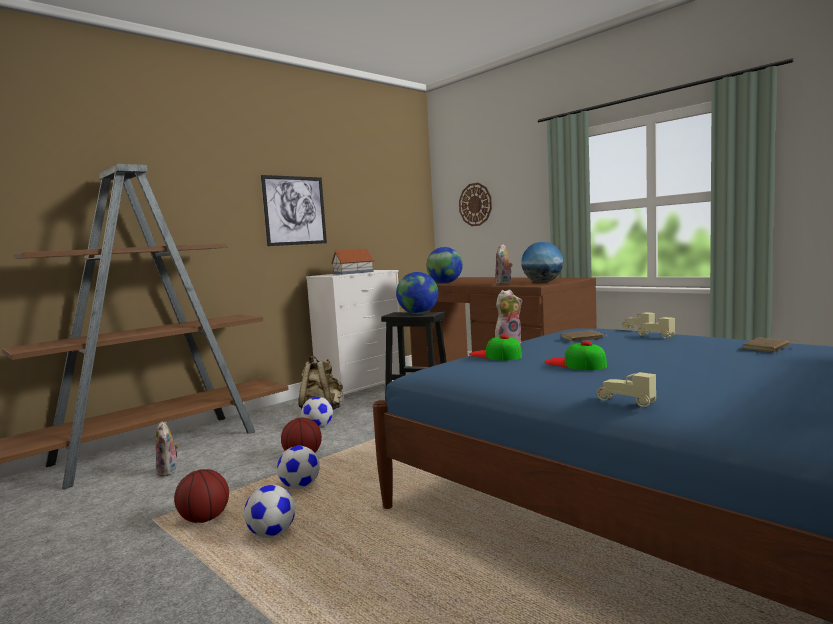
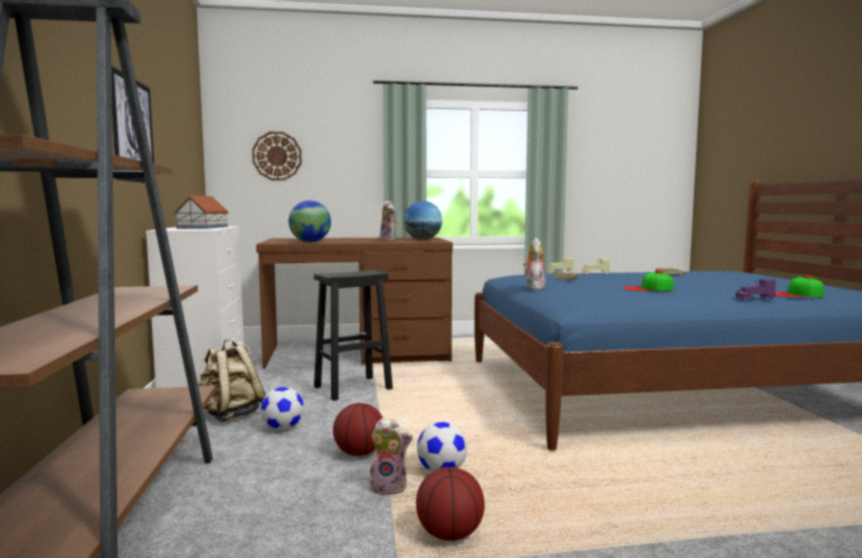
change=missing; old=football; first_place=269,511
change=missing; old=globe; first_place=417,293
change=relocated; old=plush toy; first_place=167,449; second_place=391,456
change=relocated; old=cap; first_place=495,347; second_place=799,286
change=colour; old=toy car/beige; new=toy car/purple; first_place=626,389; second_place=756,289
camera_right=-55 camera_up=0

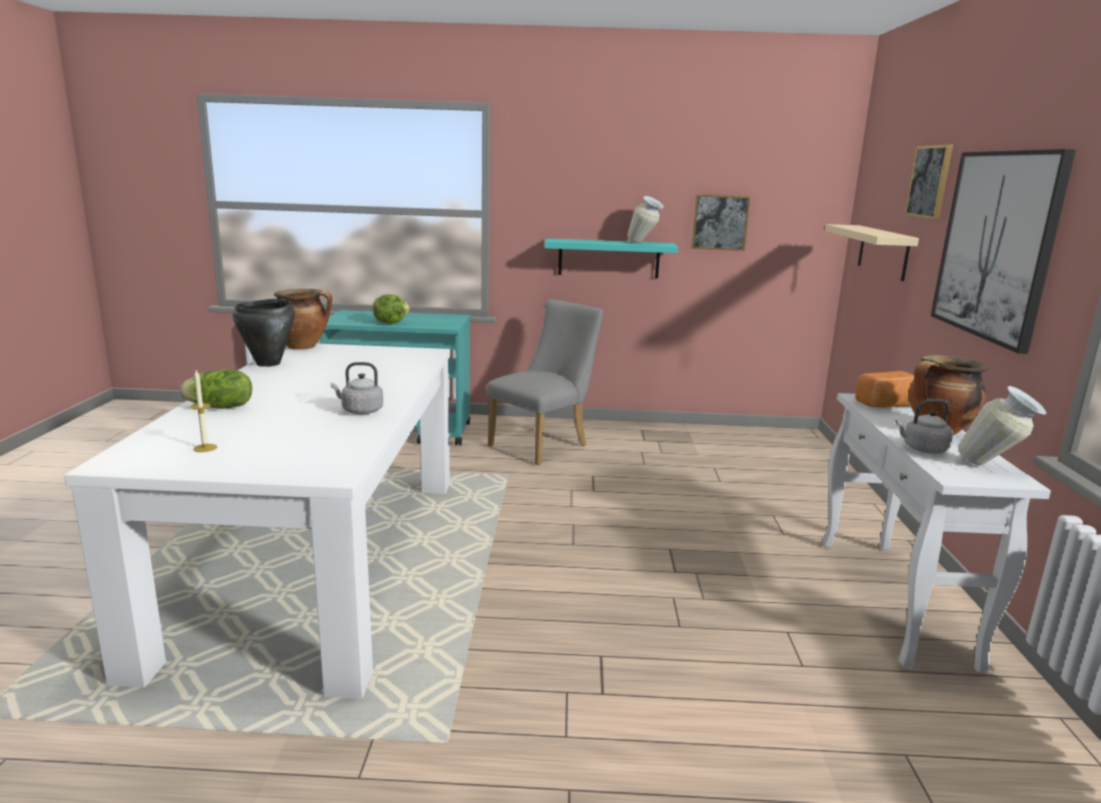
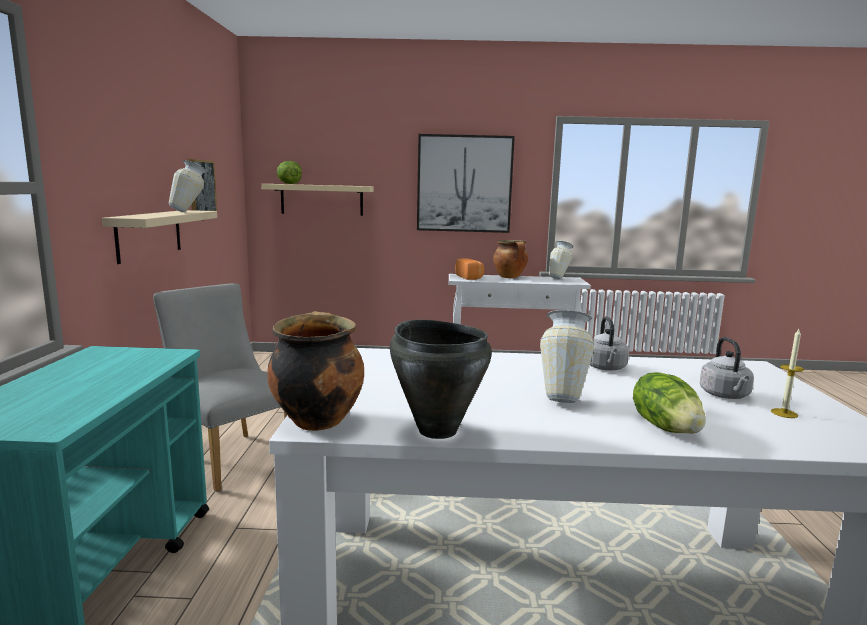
change=missing; old=picture; first_place=928,182
change=appeared; new=vase; second_place=567,356
change=relocated; old=lettuce; first_place=391,309; second_place=289,172
change=relocated; old=kettle/grey; first_place=924,426; second_place=727,368
change=colour; old=shelf/turquoise; new=shelf/beige; first_place=611,258; second_place=159,237
camera_right=-90 camera_up=-5

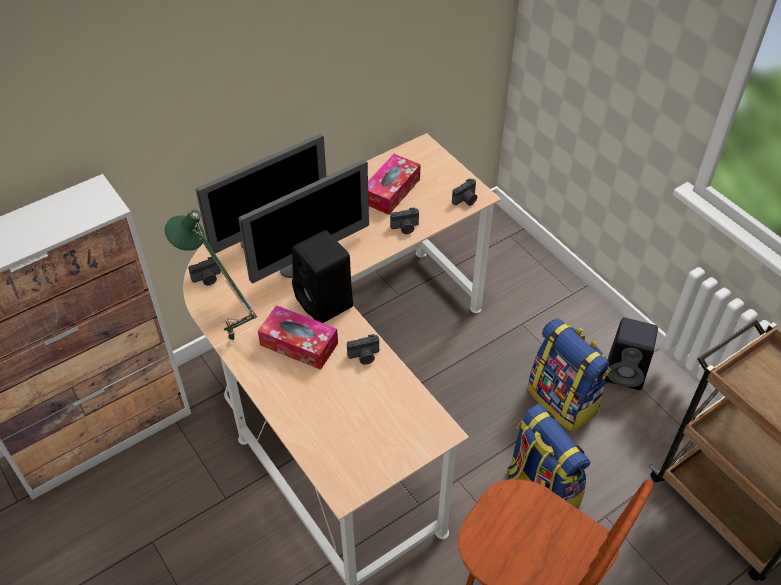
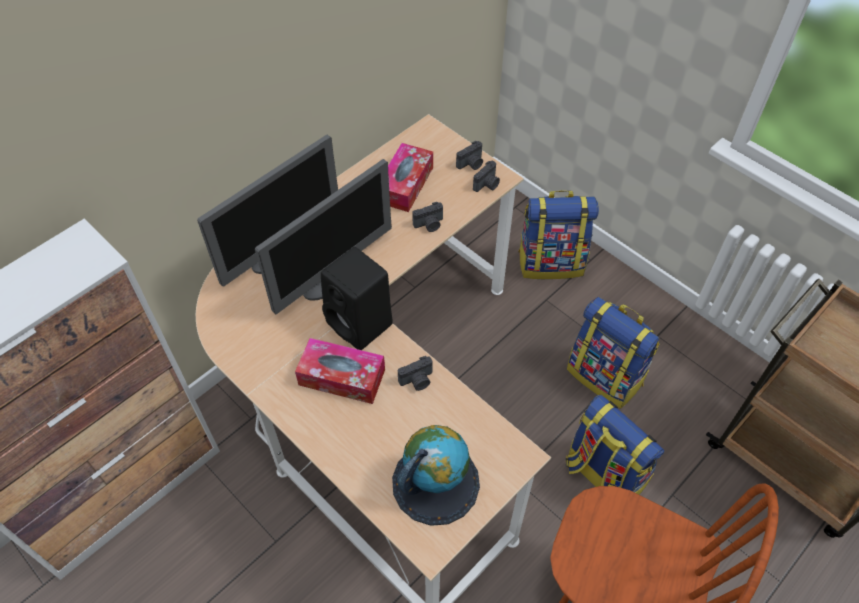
change=missing; old=table lamp/green; first_place=211,275
change=missing; old=speaker/black; first_place=631,353
change=appeared; new=globe; second_place=436,475
change=appeared; new=backpack; second_place=558,234
change=relocated; old=photo camera; first_place=204,271; second_place=469,155
camera_right=-10 camera_up=5

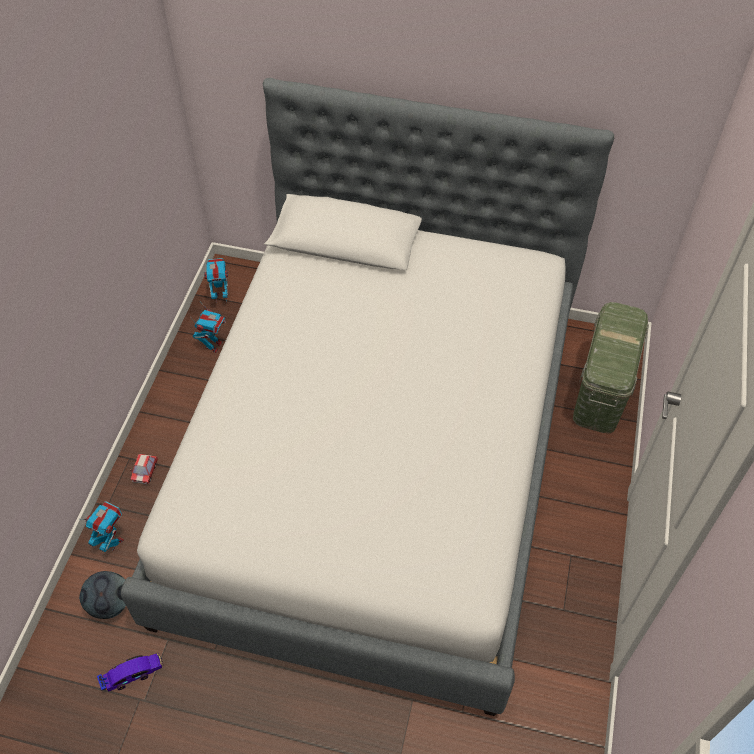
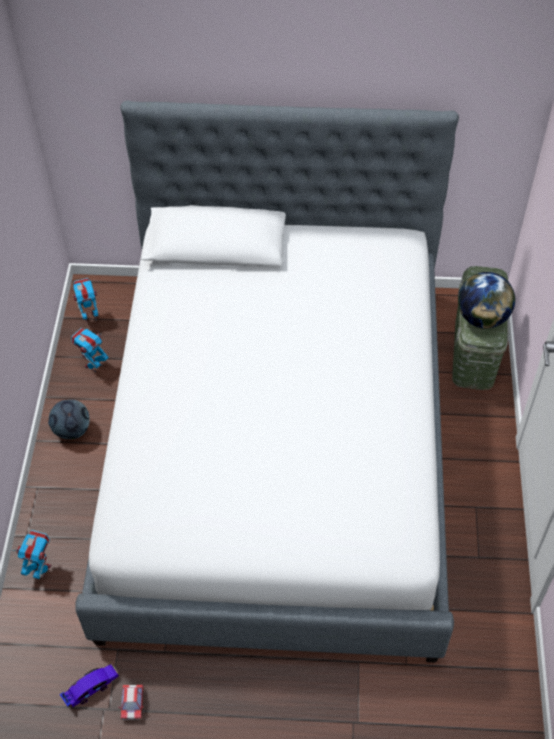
change=appeared; new=globe; second_place=486,300
change=relocated; old=football; first_place=102,595; second_place=69,419
change=relocated; old=toy car; first_place=144,469; second_place=131,702
change=spun; old=toy robot; first_place=208,327; second_place=90,350; degrees=-150
camera_right=-10 camera_up=0

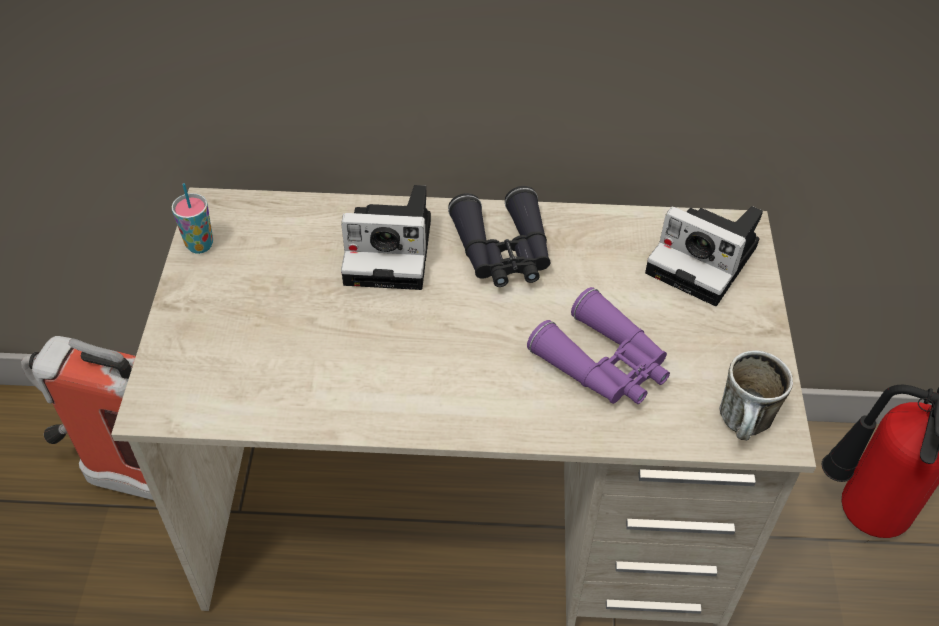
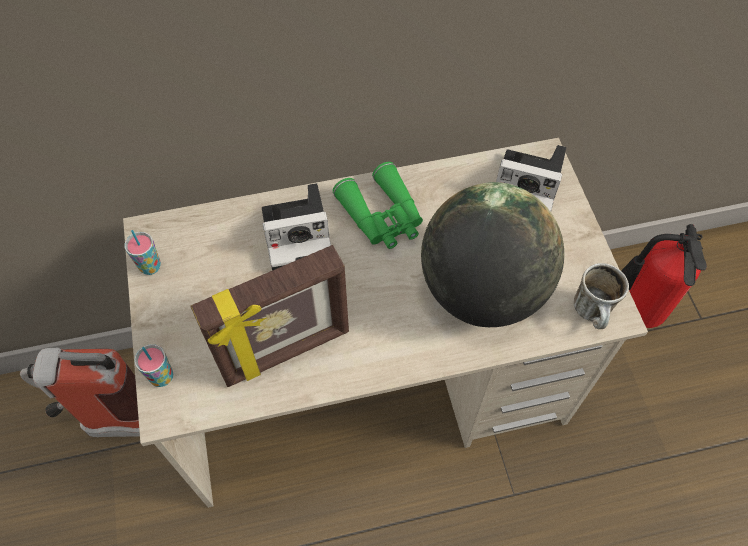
change=appeared; new=cup; second_place=153,365
change=appeared; new=picture frame; second_place=270,316
change=exchanged; old=binoculars/purple; new=globe; first_place=598,345; second_place=492,254
change=colour; old=binoculars/black; new=binoculars/green; first_place=499,236; second_place=378,205
camera_right=-15 camera_up=10

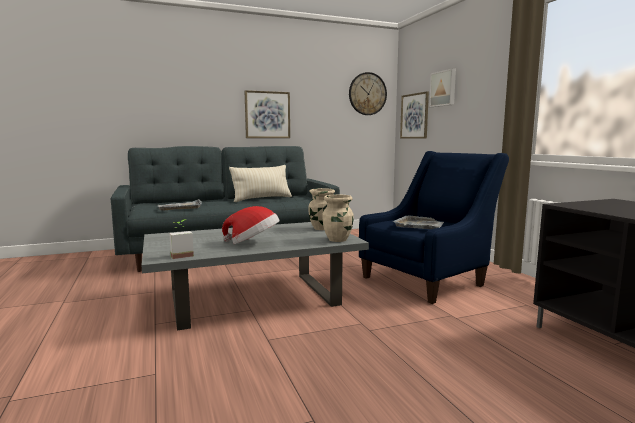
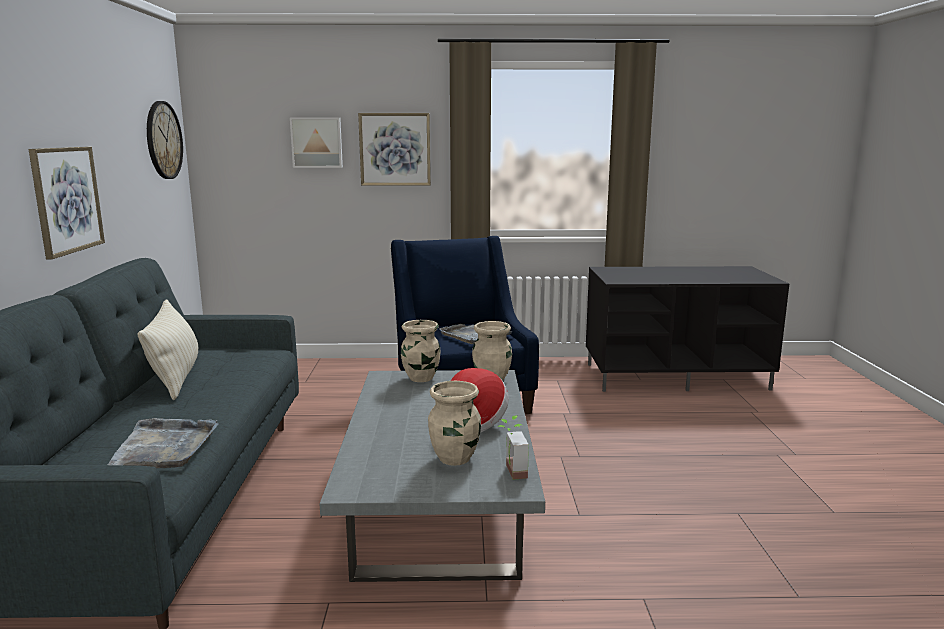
change=appeared; new=vase/beige; second_place=454,423
change=relocated; old=picture; first_place=414,115; second_place=394,149
camera_right=-70 camera_up=5

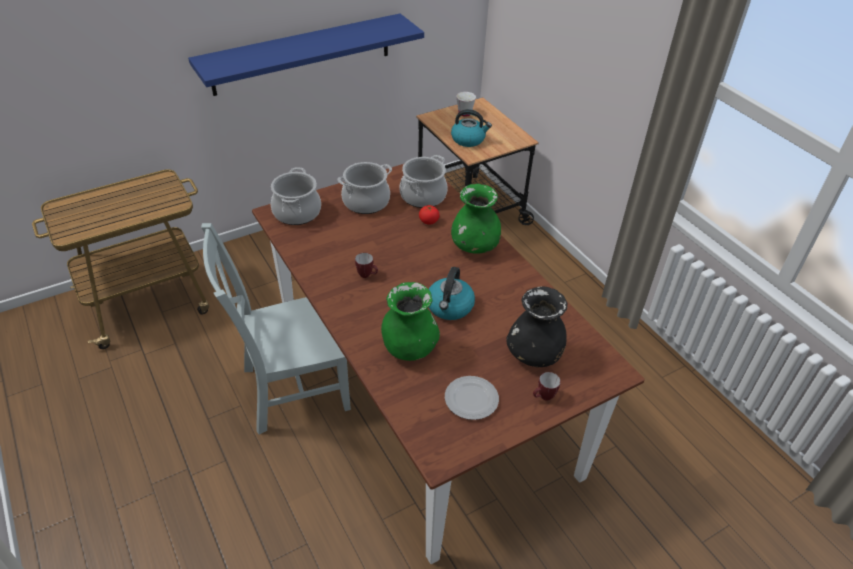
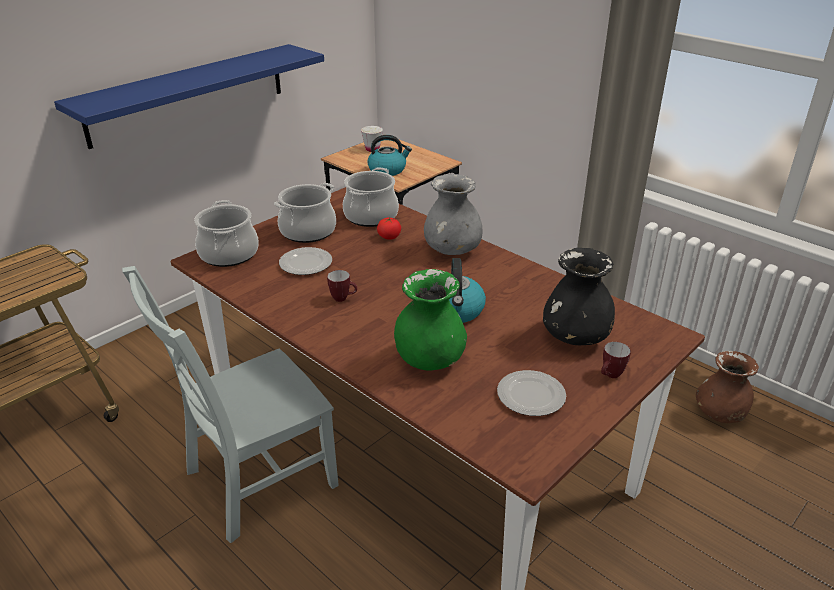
change=appeared; new=plate; second_place=305,261
change=appeared; new=vase/brown; second_place=727,387
change=colour; old=vase/green; new=vase/grey; first_place=476,219; second_place=453,214
camera_right=-15 camera_up=-10

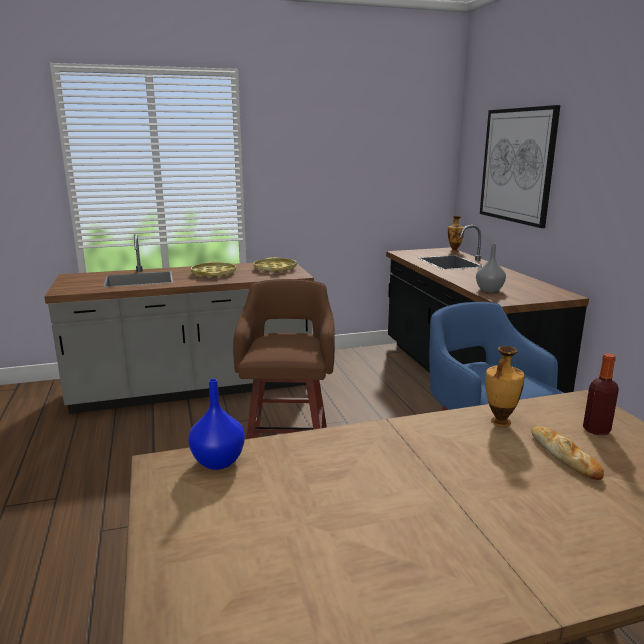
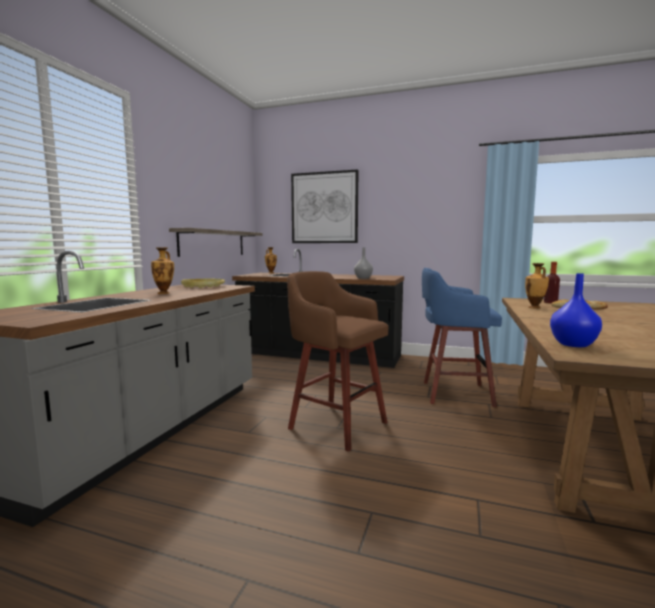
change=appeared; new=shelf; second_place=216,242
change=exchanged; old=tray/yellow; new=vase; first_place=213,270; second_place=162,270
camera_right=-55 camera_up=-10

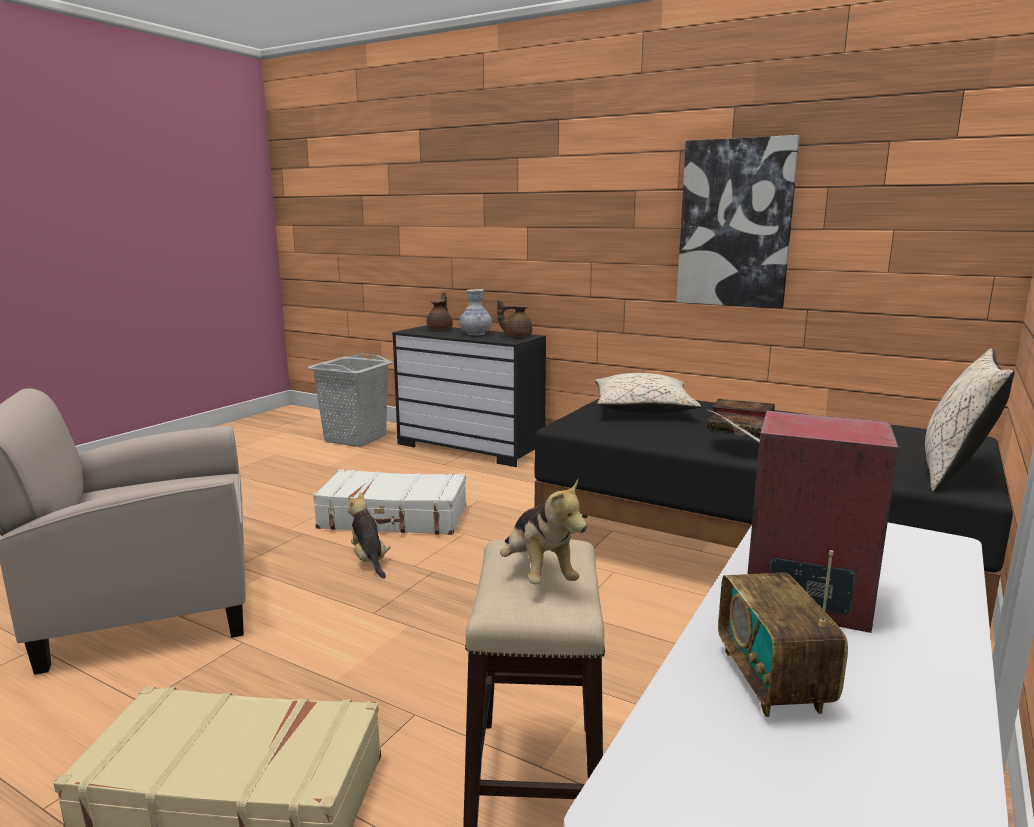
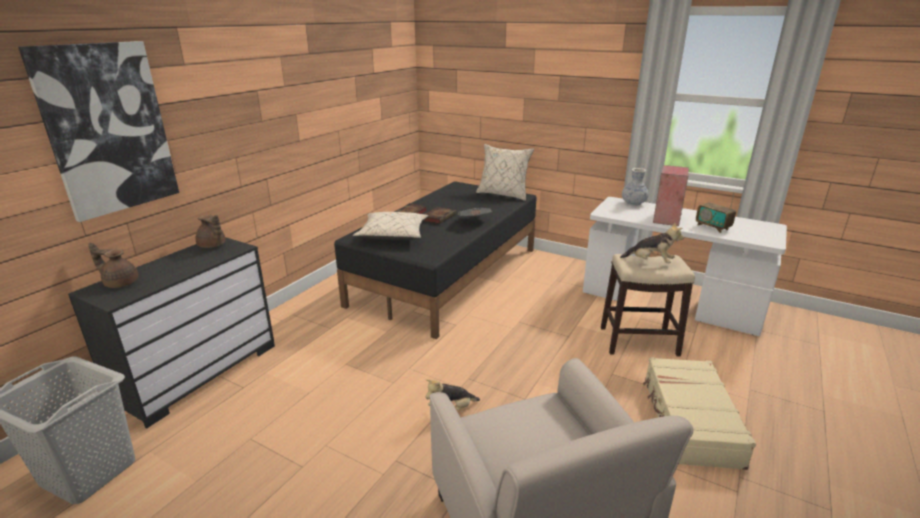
change=missing; old=suitcase/white; first_place=389,502
change=relocated; old=vase; first_place=475,312; second_place=635,187
change=relocated; old=picture; first_place=738,221; second_place=98,131
change=spun; old=teapot/brown; first_place=514,318; second_place=210,231; degrees=-45
change=spun; old=plush toy; first_place=543,531; second_place=652,242; degrees=45
change=spun; old=radio; first_place=783,633; second_place=716,212; degrees=60
camera_right=-90 camera_up=10

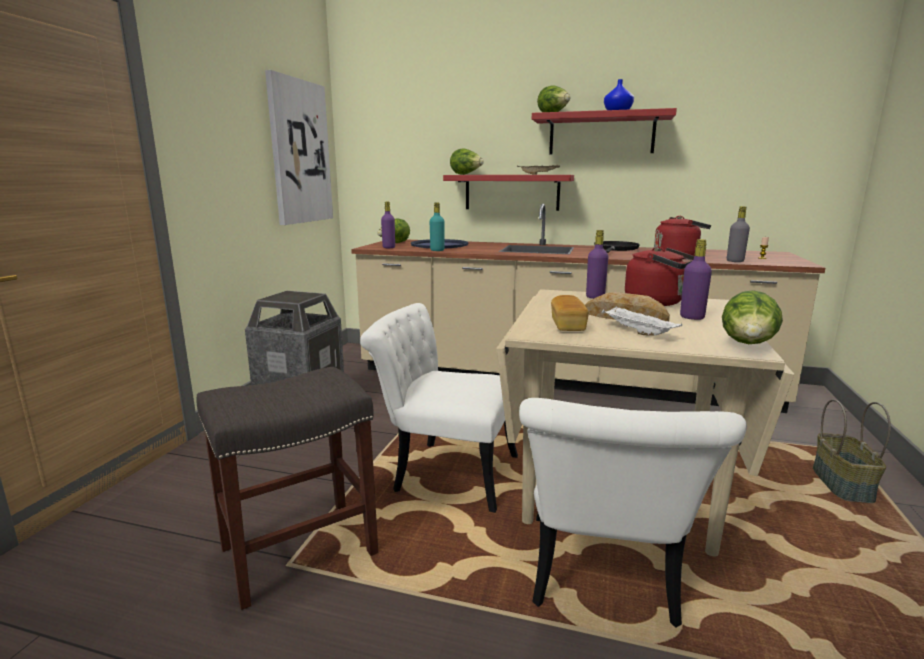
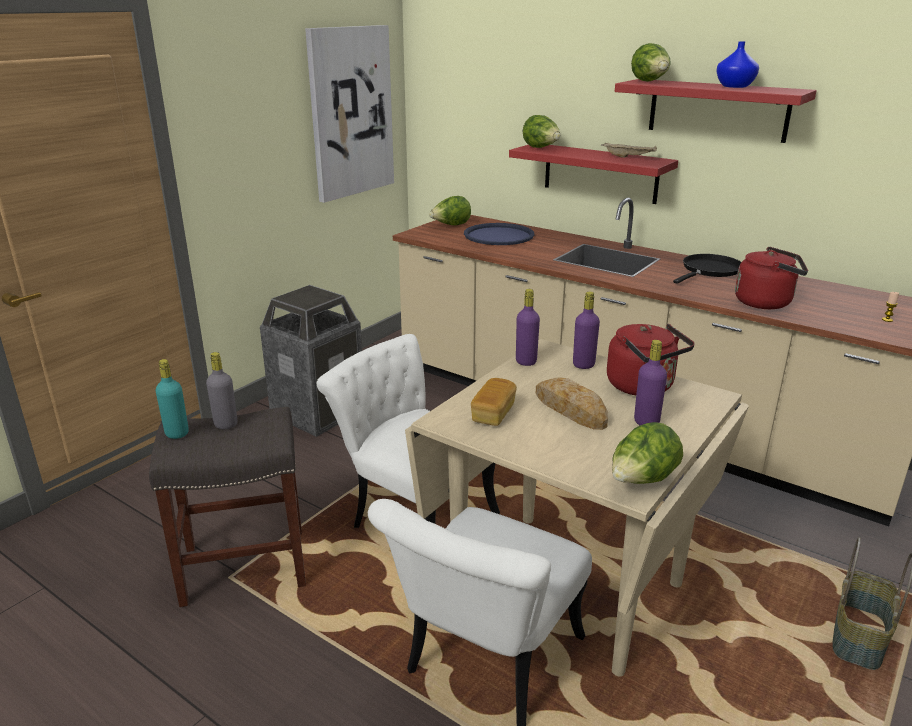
change=missing; old=tray/white; first_place=642,321
change=relocated; old=bottle/purple; first_place=388,225; second_place=528,327
change=relocated; old=bottle/turquoise; first_place=437,226; second_place=172,399
change=relocated; old=bottle/grey; first_place=738,234; second_place=221,390
camera_right=20 camera_up=10

